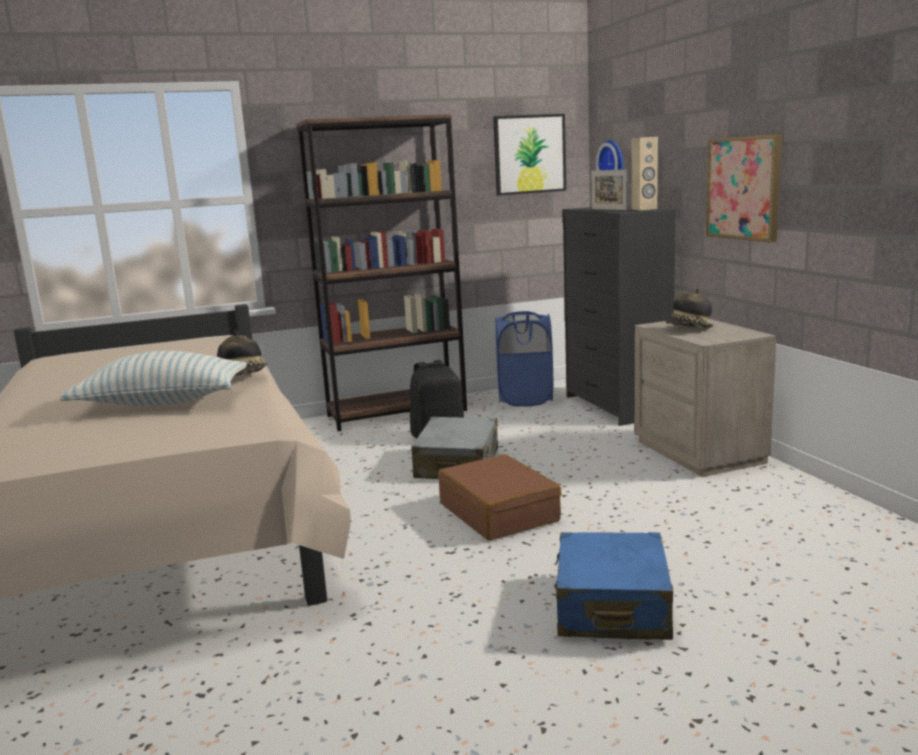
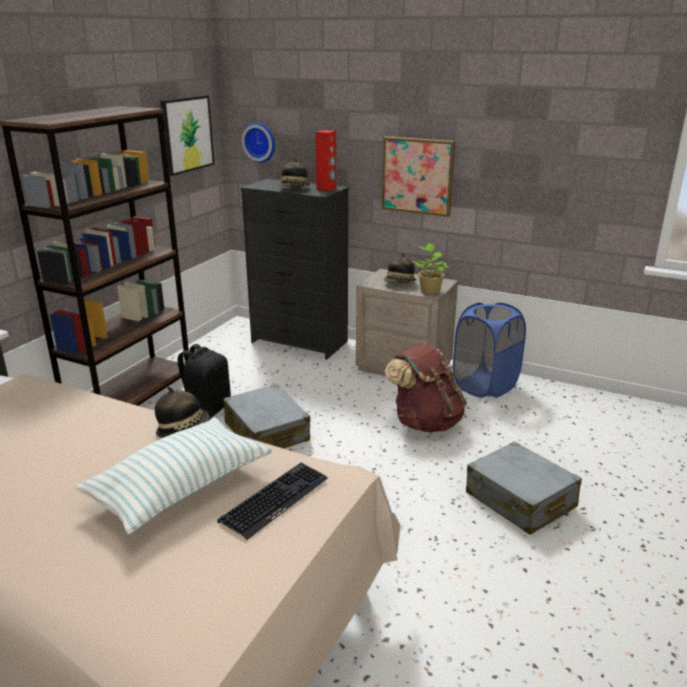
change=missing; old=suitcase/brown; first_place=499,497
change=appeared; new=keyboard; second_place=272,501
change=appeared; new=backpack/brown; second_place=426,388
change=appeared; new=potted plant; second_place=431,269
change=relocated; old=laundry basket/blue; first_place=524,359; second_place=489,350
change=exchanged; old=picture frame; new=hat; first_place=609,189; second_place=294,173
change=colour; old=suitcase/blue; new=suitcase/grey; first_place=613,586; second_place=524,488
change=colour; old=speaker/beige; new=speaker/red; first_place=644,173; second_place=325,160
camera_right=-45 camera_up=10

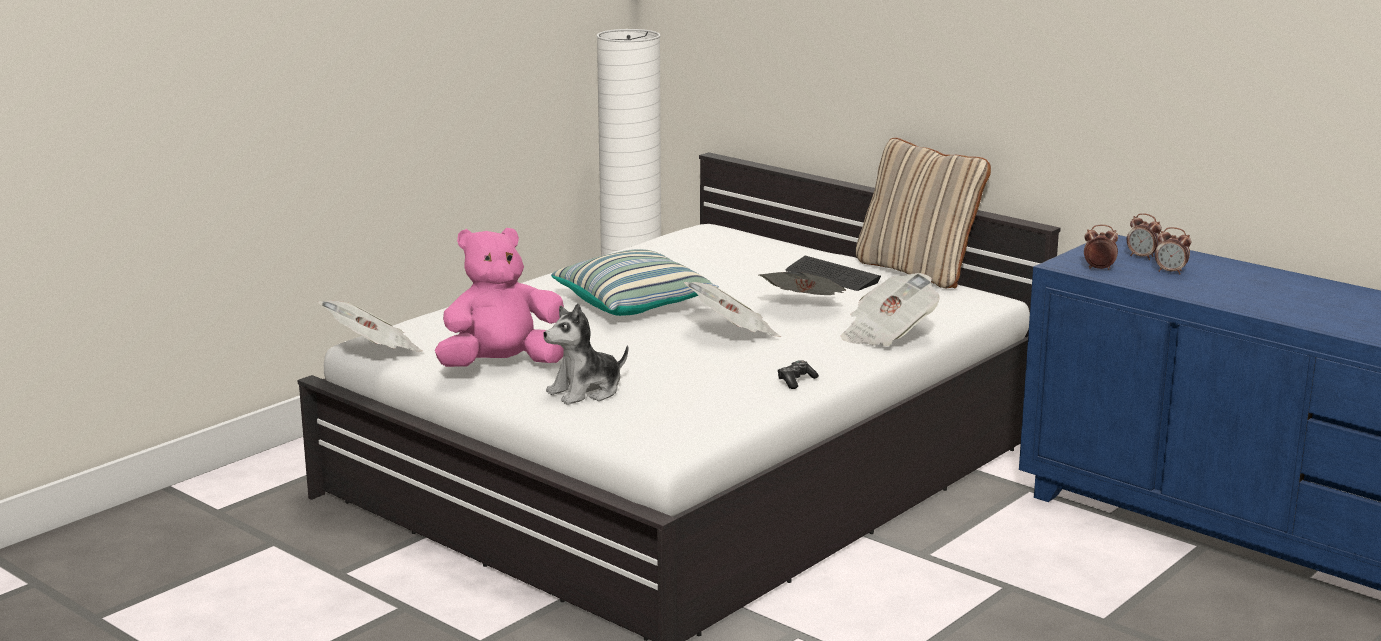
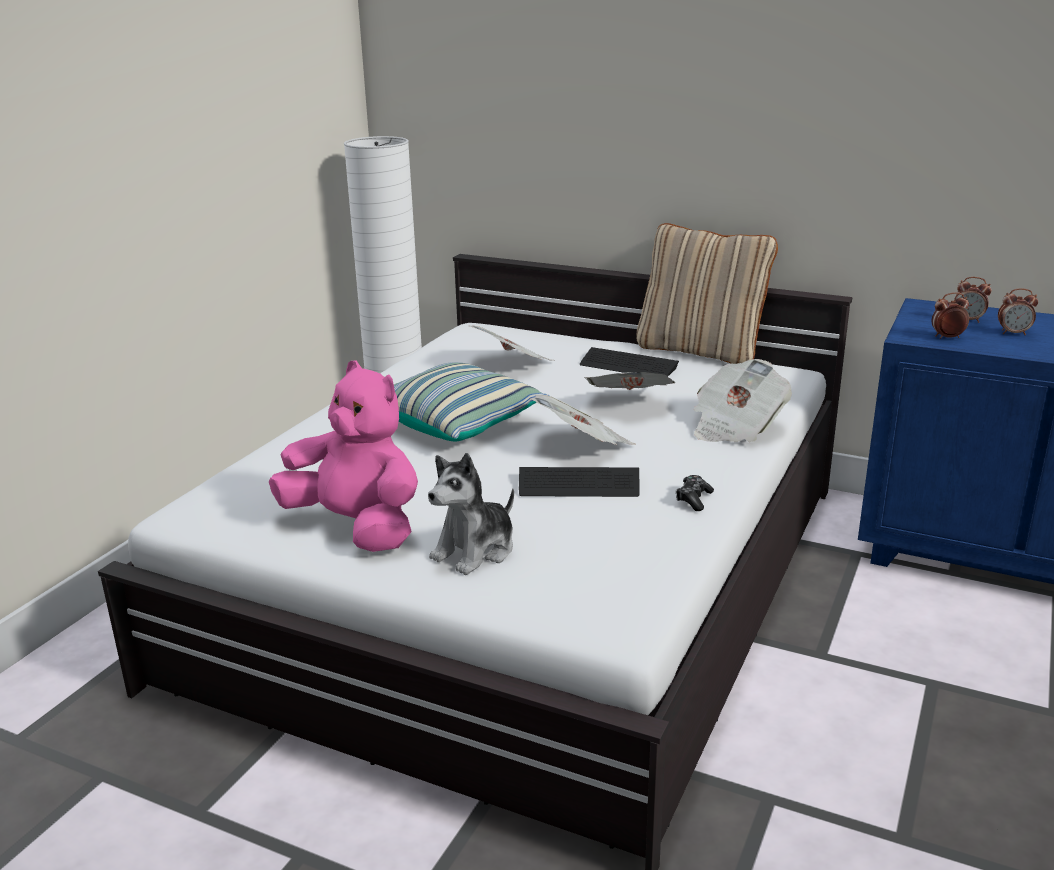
change=appeared; new=keyboard; second_place=579,482
change=relocated; old=newspaper; first_place=369,326; second_place=510,342
change=spun; old=plush toy/pink; first_place=499,297; second_place=343,456; degrees=75
camera_right=-15 camera_up=5

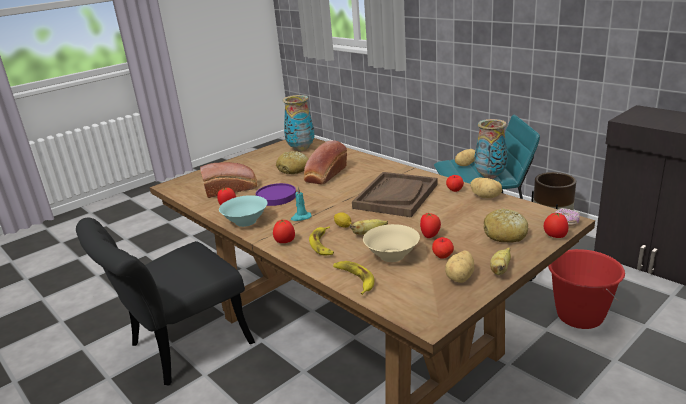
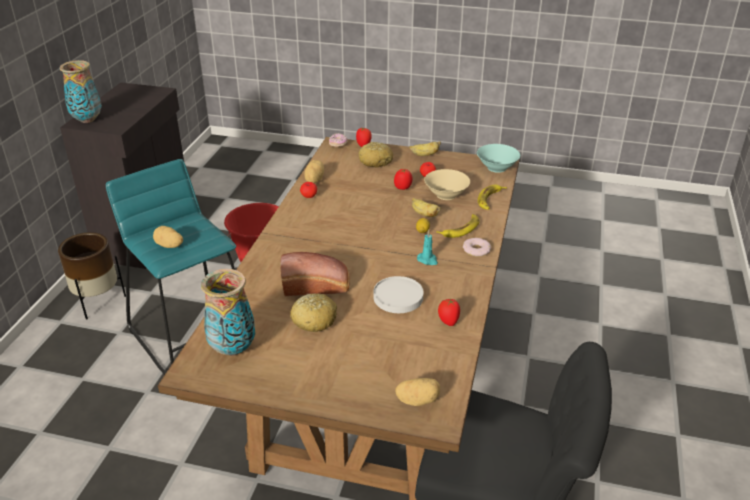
change=missing; old=bread; first_place=228,180
change=missing; old=tray/brown; first_place=395,194
change=relocated; old=bowl/turquoise; first_place=243,211; second_place=498,158
change=relocated; old=potato; first_place=459,267; second_place=417,392
change=relocated; old=vase; first_place=491,149; second_place=81,91
change=exchanged; old=tomato; new=donut; first_place=284,231; second_place=477,247
change=colour; old=plate/purple; new=plate/white; first_place=276,194; second_place=398,294
camera_right=-125 camera_up=10

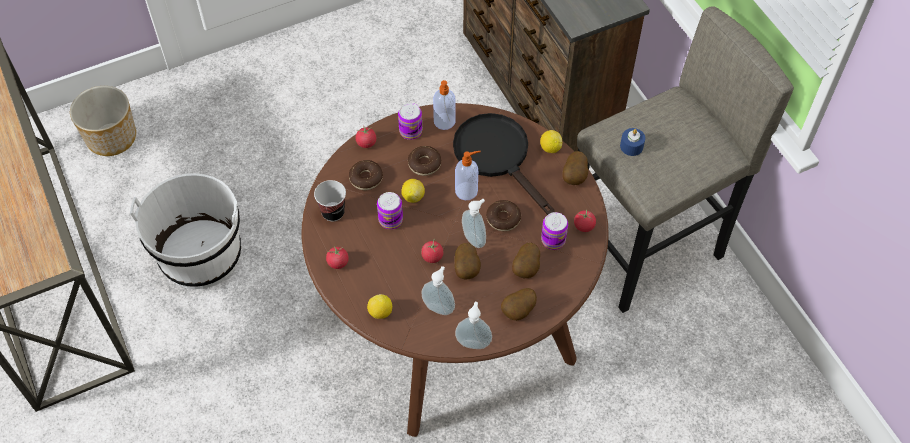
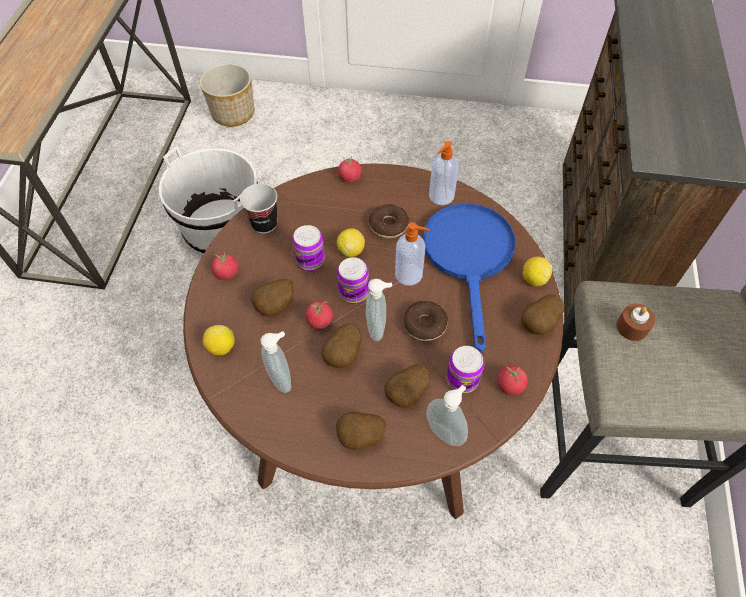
change=missing; old=donut; first_place=366,175
change=appeared; new=potato; second_place=272,298
change=relocated; old=can; first_place=410,121; second_place=353,280
change=relocated; old=soap dispenser; first_place=473,325; second_place=447,415
change=colour; old=frying pan/black; new=frying pan/blue; first_place=504,164; second_place=469,278
change=colour; old=candle/blue; new=candle/brown; first_place=632,142; second_place=635,322
camera_right=35 camera_up=0

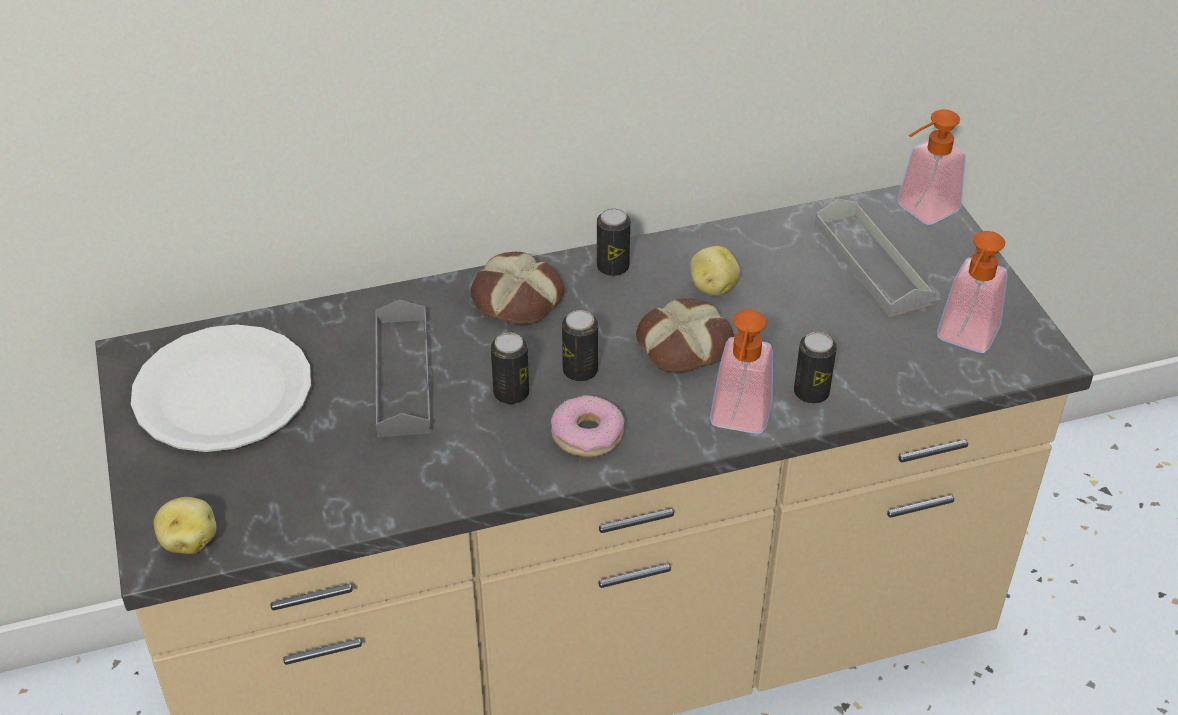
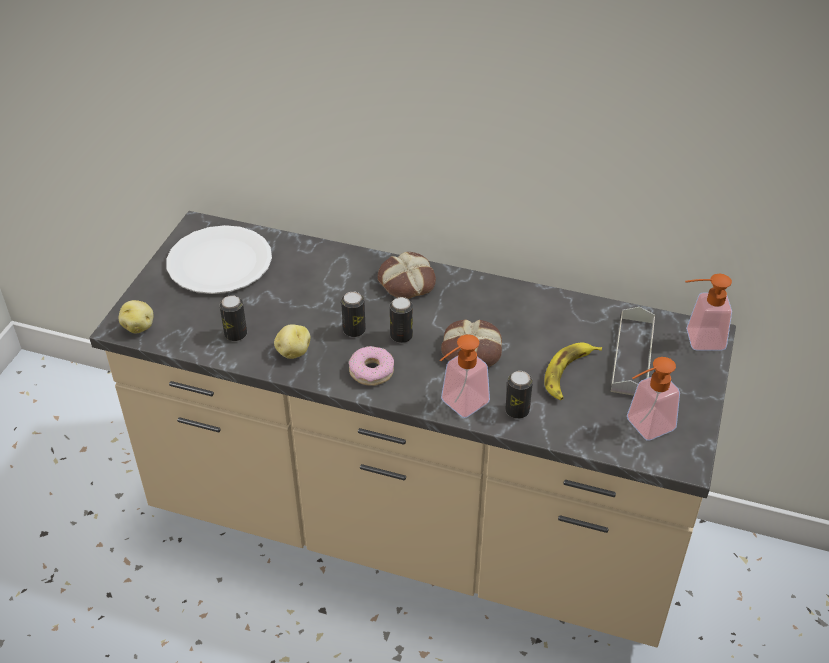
change=missing; old=tray/grey; first_place=403,368
change=appeared; new=banana; second_place=573,371
change=relocated; old=can; first_place=613,242; second_place=233,318
change=relocated; old=potato; first_place=715,271; second_place=292,341
camera_right=35 camera_up=0

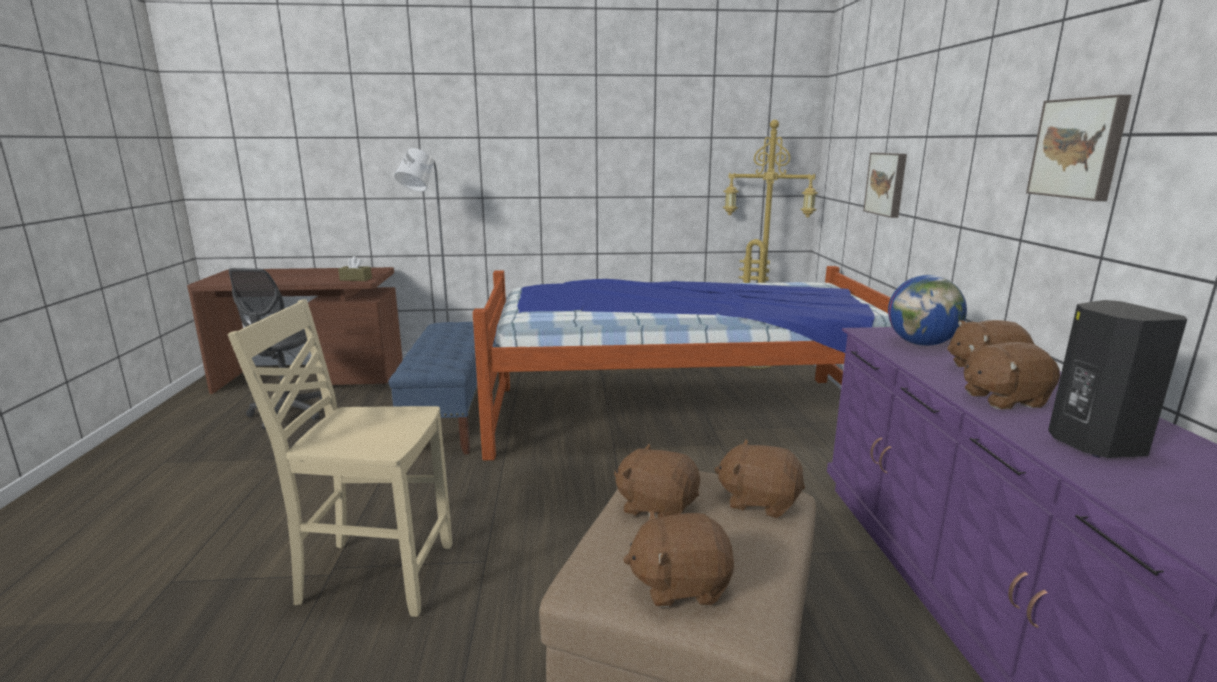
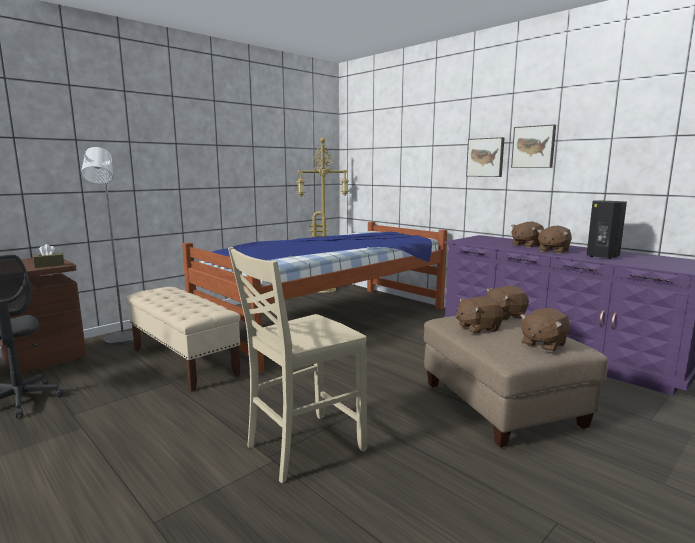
change=missing; old=globe; first_place=927,310
change=relocated; old=picture; first_place=885,185; second_place=485,157
change=colour; old=bench/blue; new=bench/beige; first_place=433,388; second_place=183,339
camera_right=-40 camera_up=-5

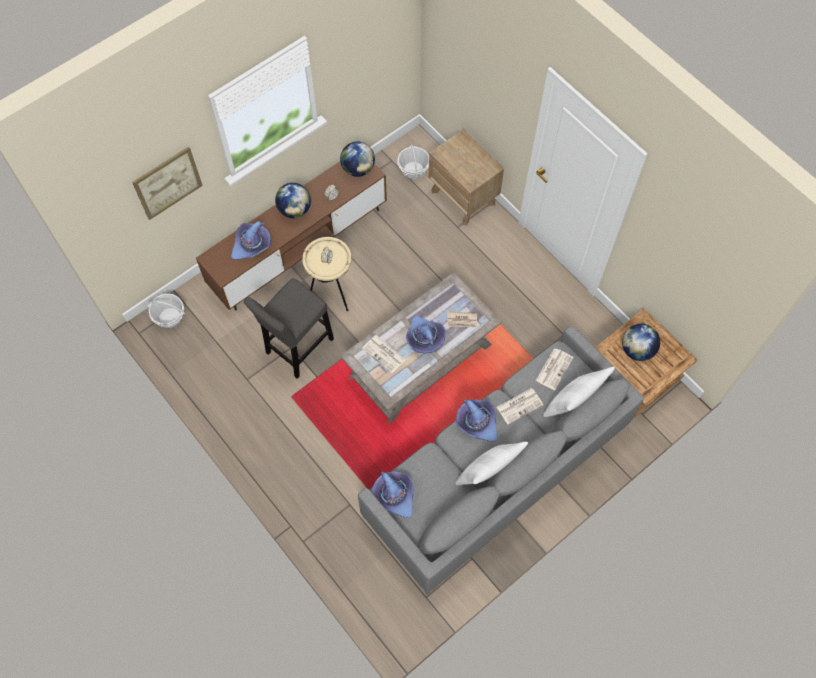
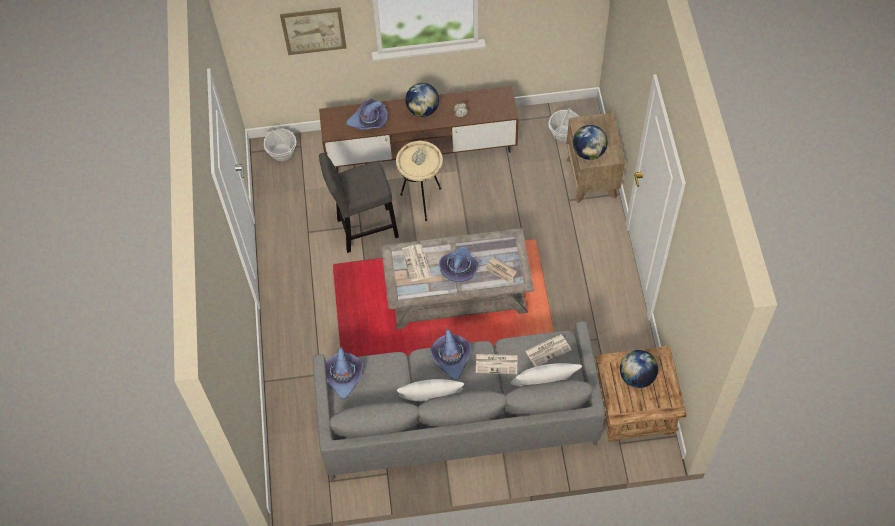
change=relocated; old=globe; first_place=357,159; second_place=590,142
camera_right=35 camera_up=-5

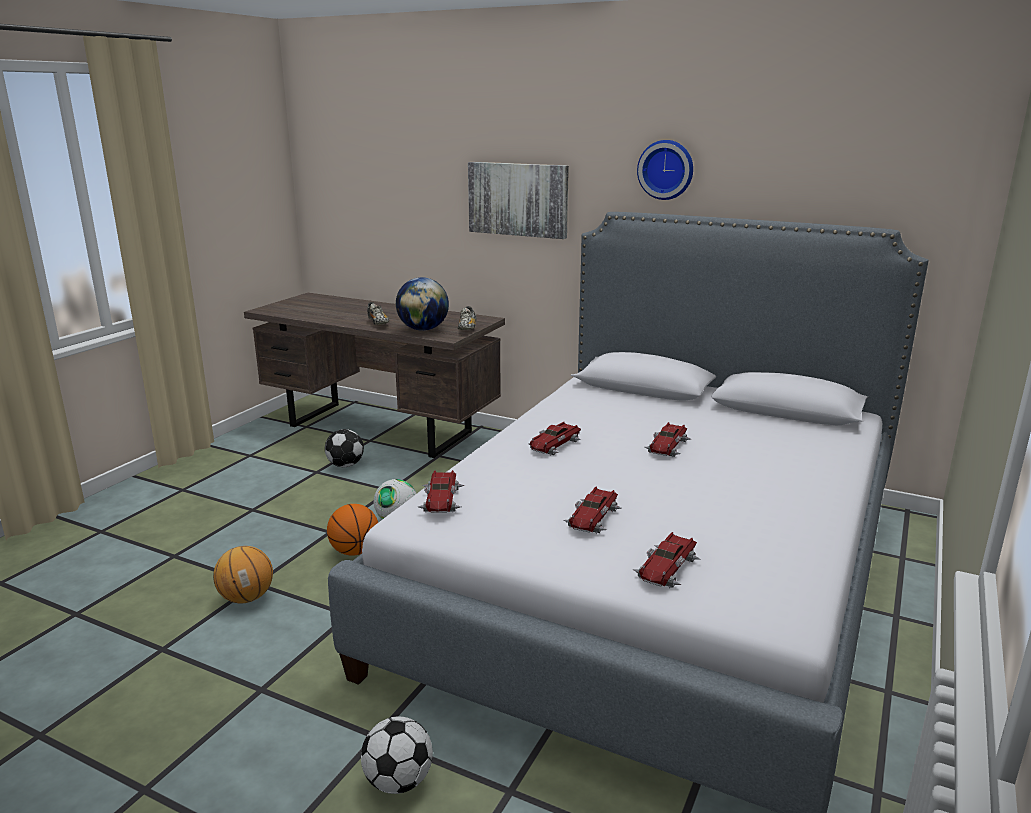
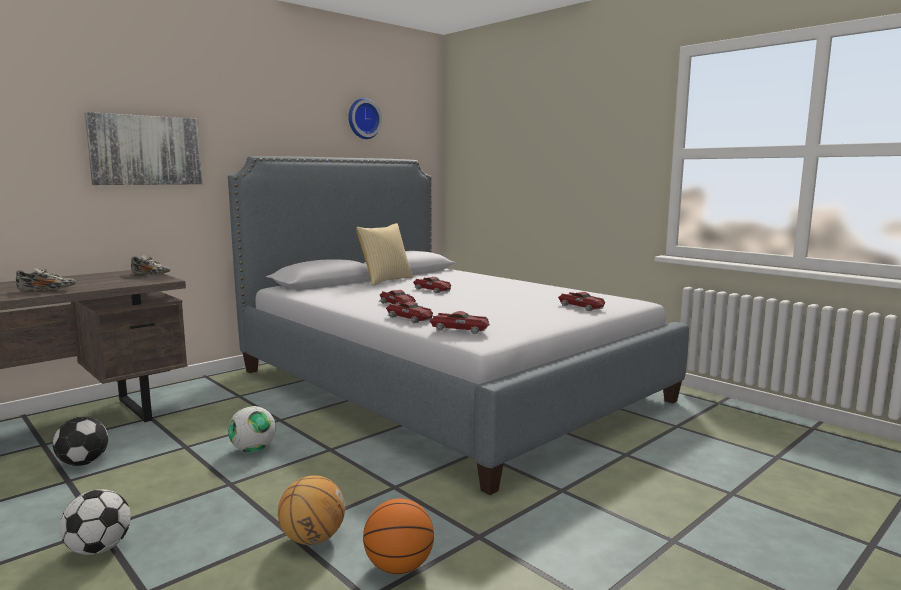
change=missing; old=globe; first_place=422,304
change=appeared; new=pillow; second_place=384,254
change=relocated; old=basketball; first_place=352,530; second_place=398,536
change=relocated; old=football; first_place=397,755; second_place=95,522
change=relocated; old=toy car; first_place=593,510; second_place=409,312
change=relocated; old=wall clock; first_place=665,170; second_place=365,118
camera_right=-70 camera_up=-10

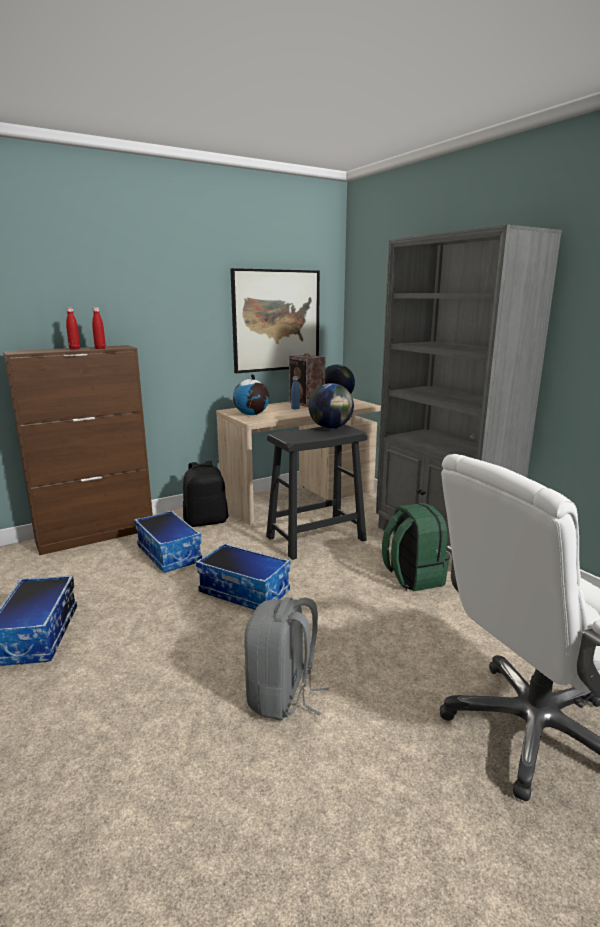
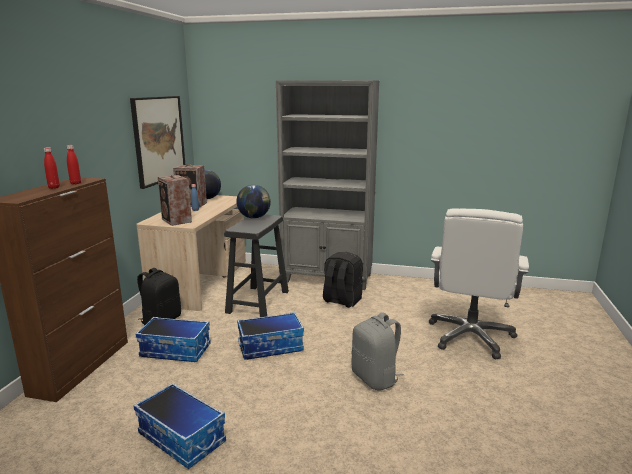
change=exchanged; old=globe; new=speaker; first_place=251,394; second_place=175,200
change=colour; old=backpack/green; new=backpack/black; first_place=416,547; second_place=343,280
camera_right=-45 camera_up=0

